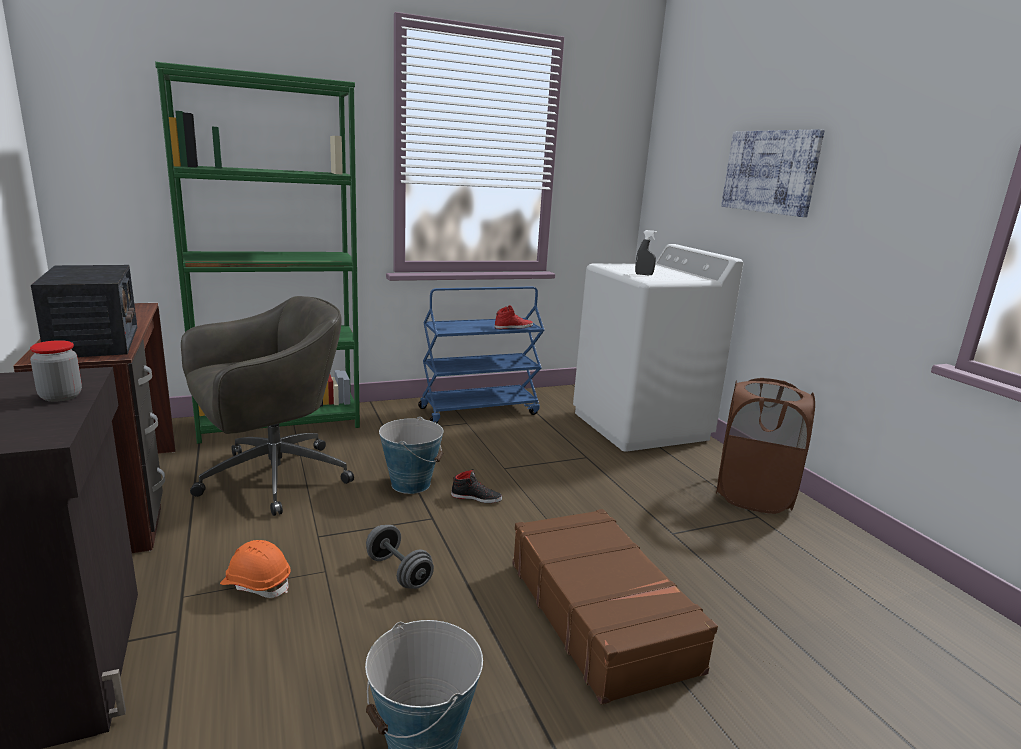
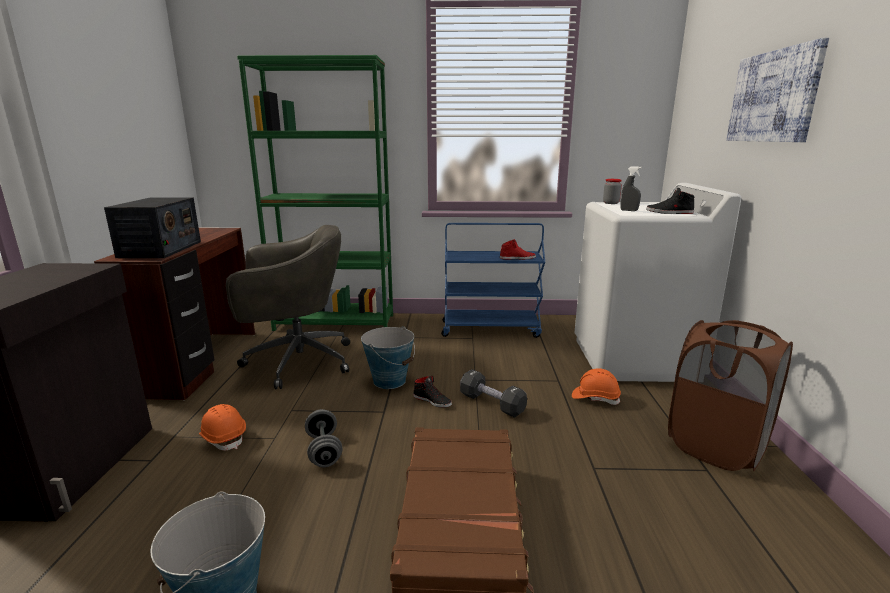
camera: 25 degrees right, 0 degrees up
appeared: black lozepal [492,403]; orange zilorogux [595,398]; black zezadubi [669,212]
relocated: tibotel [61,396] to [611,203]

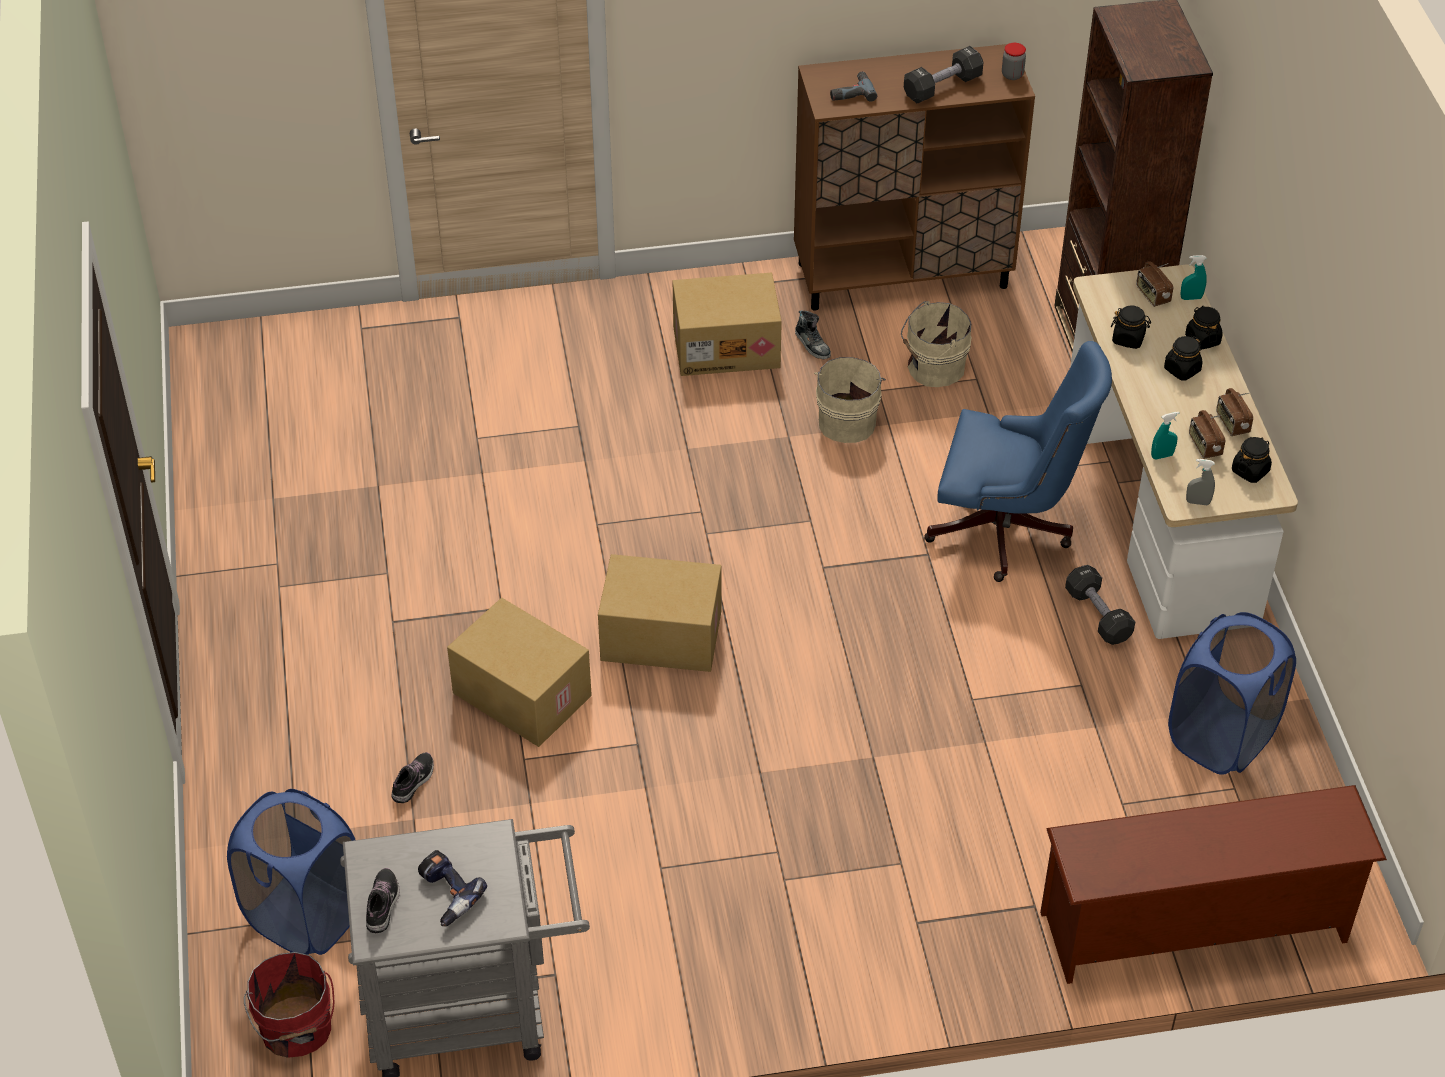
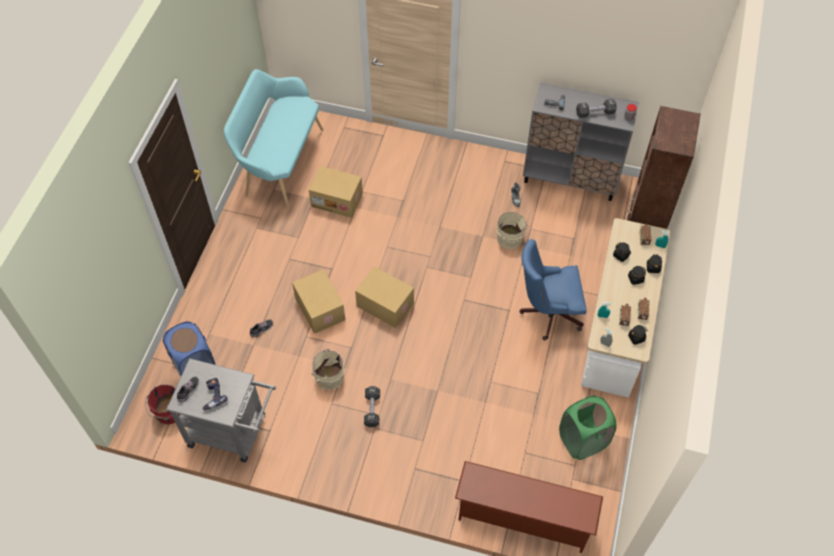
camera: 25 degrees right, 10 degrees up
appeared: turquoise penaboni [280,163]
relocated: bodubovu [727,346] to [337,199]; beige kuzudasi [933,368] to [328,377]; black lozepal [1098,615] to [372,409]
colour: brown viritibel [903,275] to grey viritibel [570,179]; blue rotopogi [1221,737] to green rotopogi [582,440]
spun: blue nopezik [1007,531] = [547,312] 135 degrees clockwise

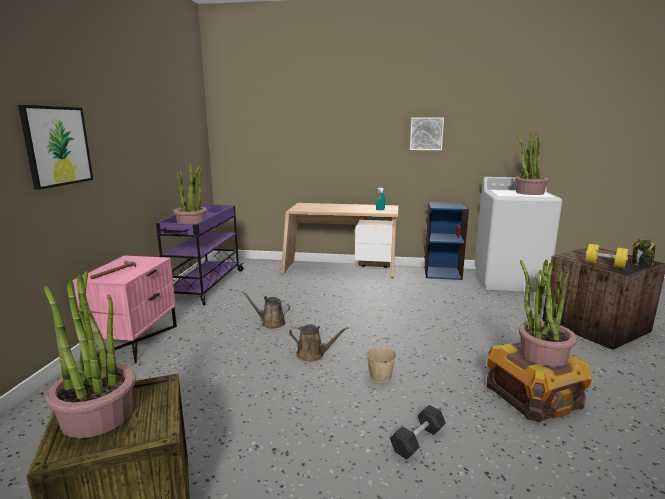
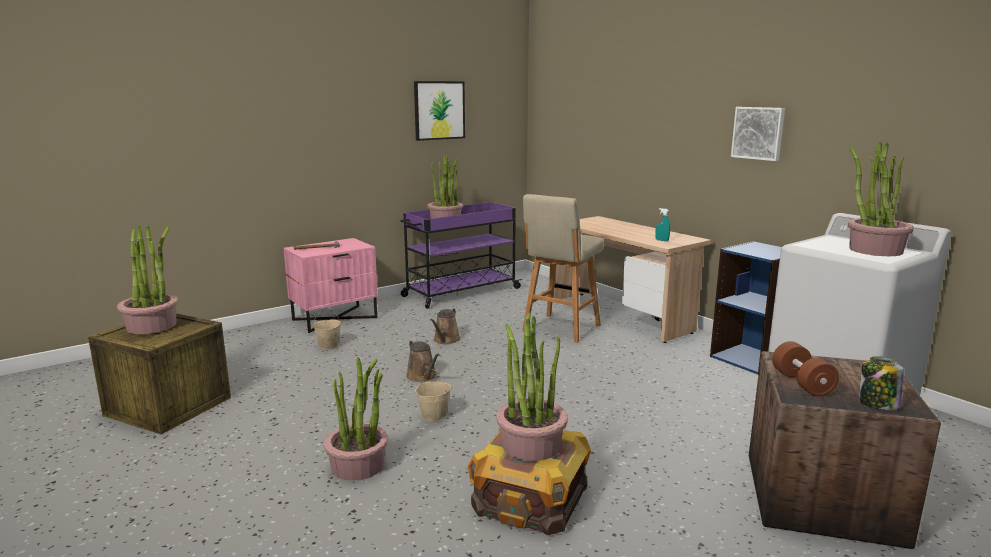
camera: 45 degrees right, 0 degrees up
appeared: beige kuzudasi [328,346]; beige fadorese [560,329]
relocated: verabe [57,146] to [439,110]
exchanged: grey lozepal [417,440] to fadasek [358,465]
colour: yellow lozepal [604,264] to brown lozepal [802,383]
spun: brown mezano [271,323] = [445,340] 135 degrees counterclockwise

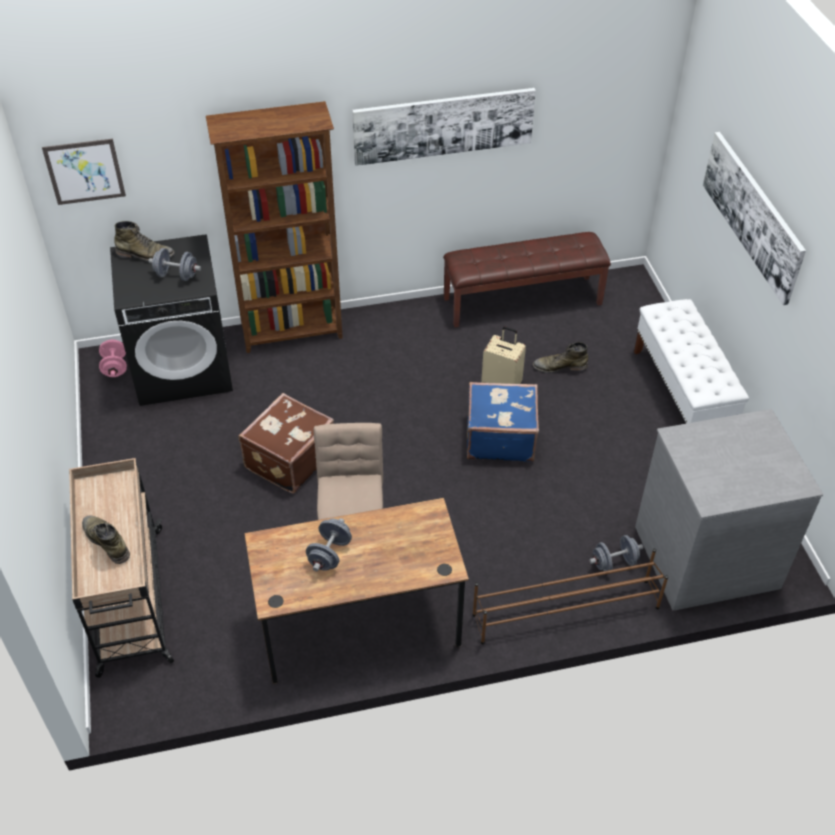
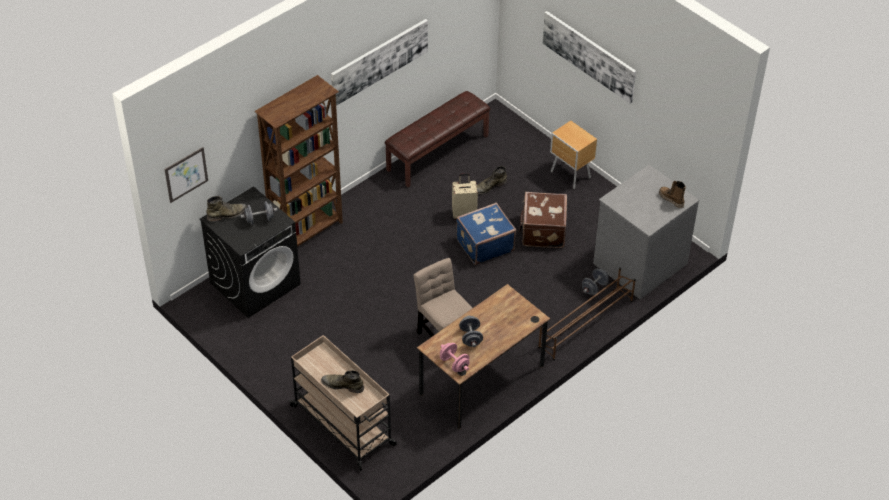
camera: 30 degrees left, 0 degrees up
appeared: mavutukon [671,200]
relocated: pink lozepal [115,367] to [454,364]; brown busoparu [288,459] to [542,231]
exchanged: white penaboni [681,394] to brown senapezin [570,175]

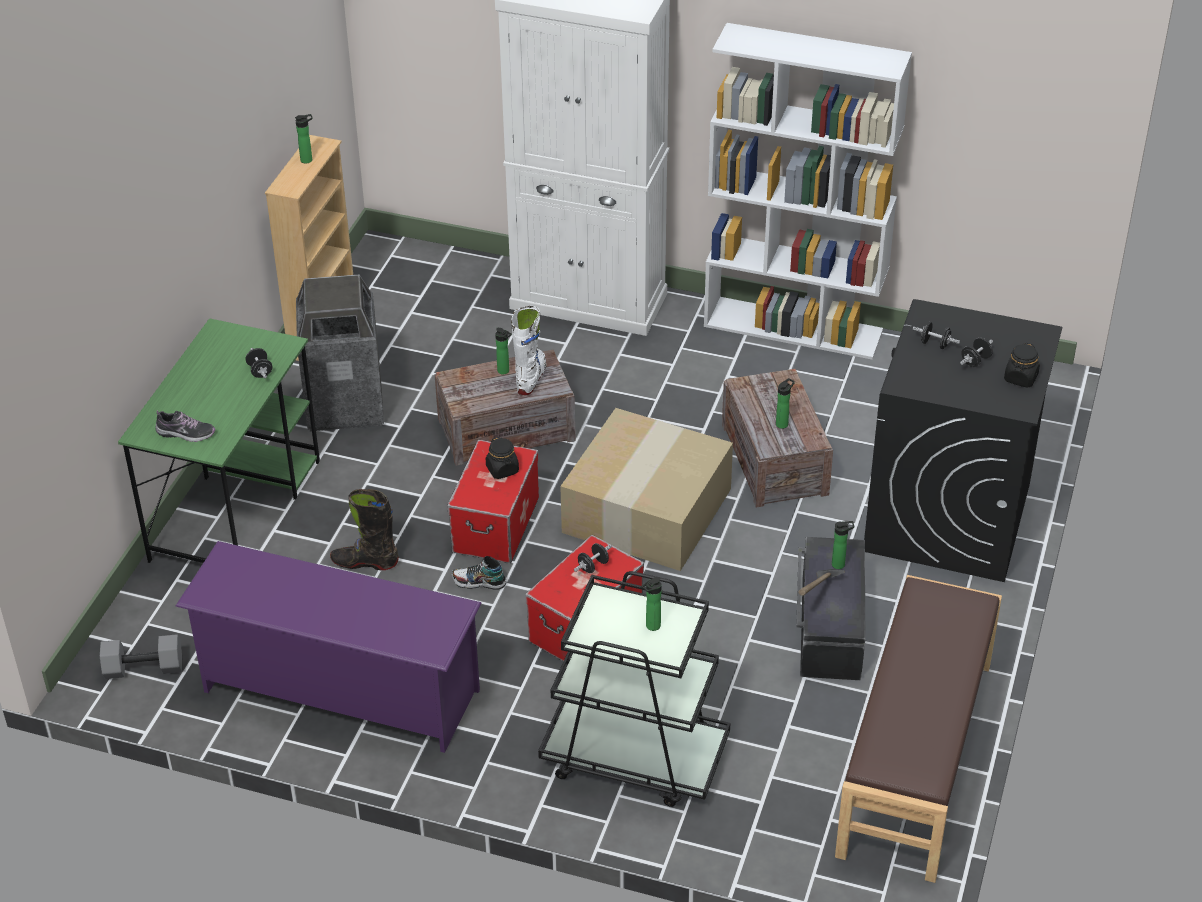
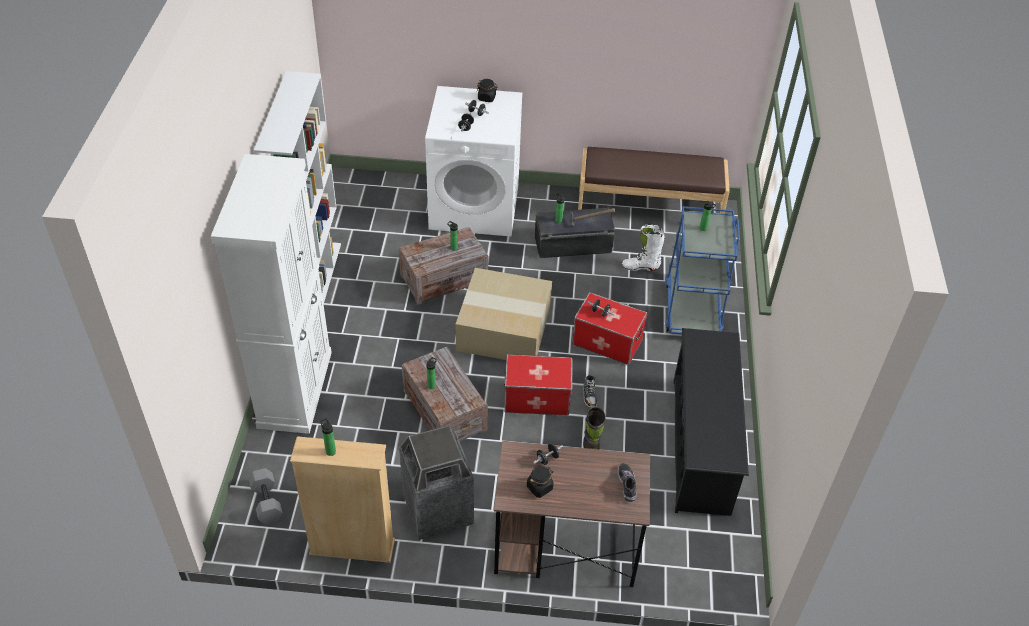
camera: 105 degrees left, 5 degrees up
relocated: grey lozepal [144,667] to [266,502]; black tibotel [502,470] to [539,487]; white mavutukon [531,377] to [640,267]
colour: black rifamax [948,518] to white rifamax [475,207]; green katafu [236,509] to brown katafu [564,547]; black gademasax [633,757] to blue gademasax [692,308]; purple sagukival [339,690] to black sagukival [701,445]

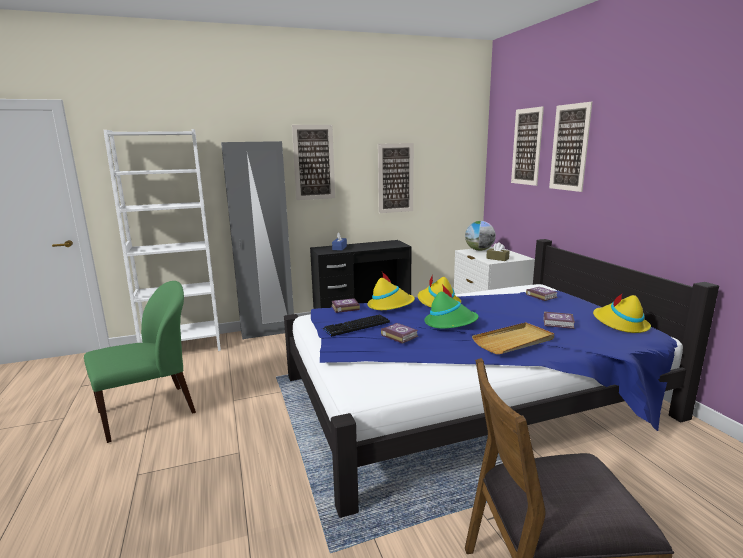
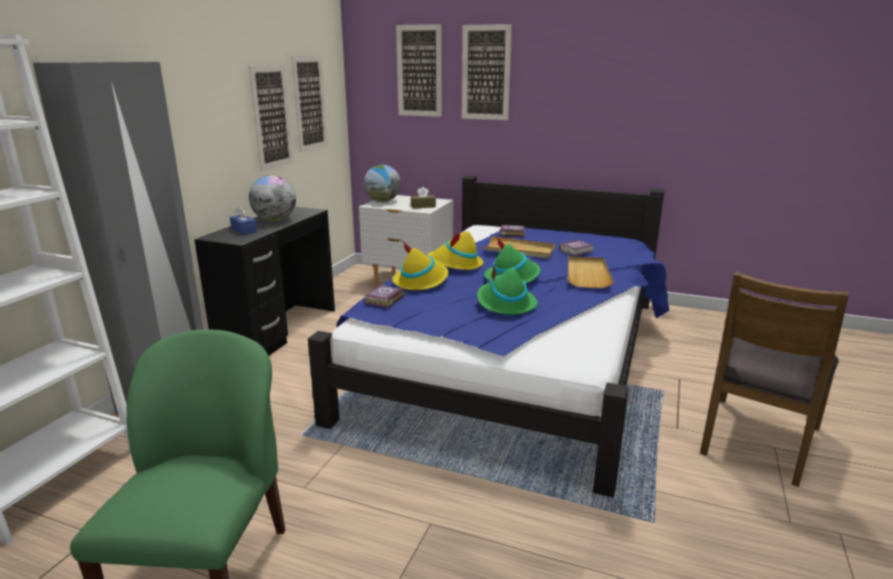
camera: 50 degrees left, 5 degrees up
missing: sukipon [356,326]; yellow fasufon [619,324]
appeared: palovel [274,220]; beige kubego [519,250]
relocated: verabe [314,162] to [309,103]
exchanged: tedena [399,335] to green fasufon [505,303]

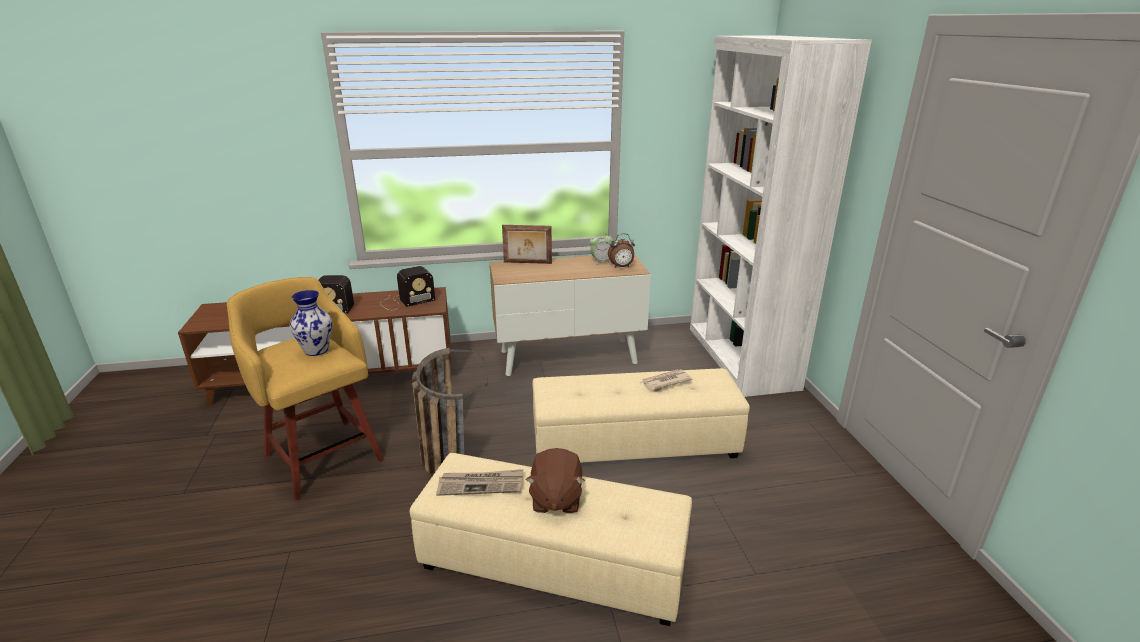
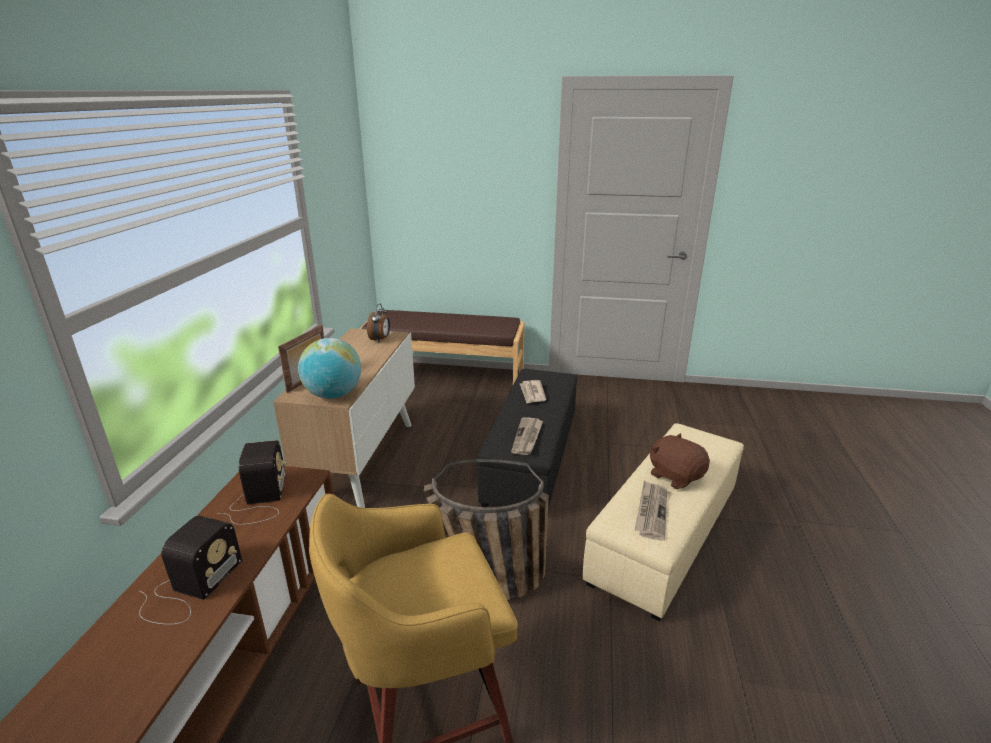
camera: 70 degrees left, 0 degrees up
missing: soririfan [316,350]; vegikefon [601,262]
appeared: palovel [333,395]; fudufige [527,437]
exchanged: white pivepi [740,357] to brown penaboni [444,378]
colour: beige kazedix [634,443] to black kazedix [531,458]
spun: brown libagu [555,498] = [675,476] 150 degrees counterclockwise

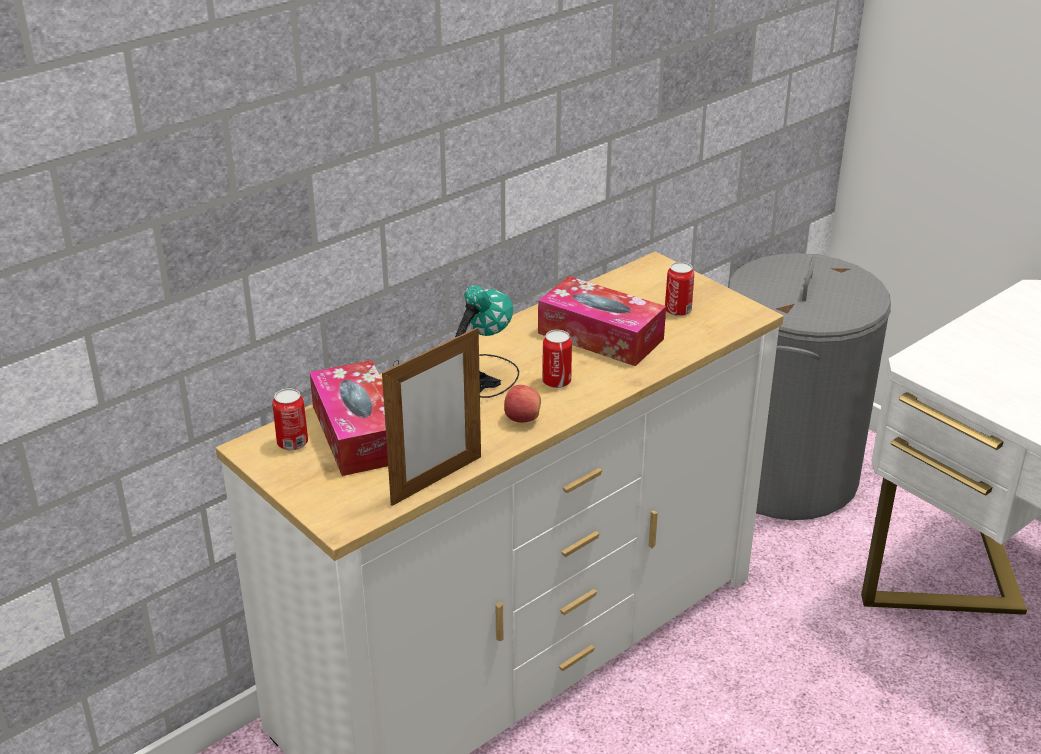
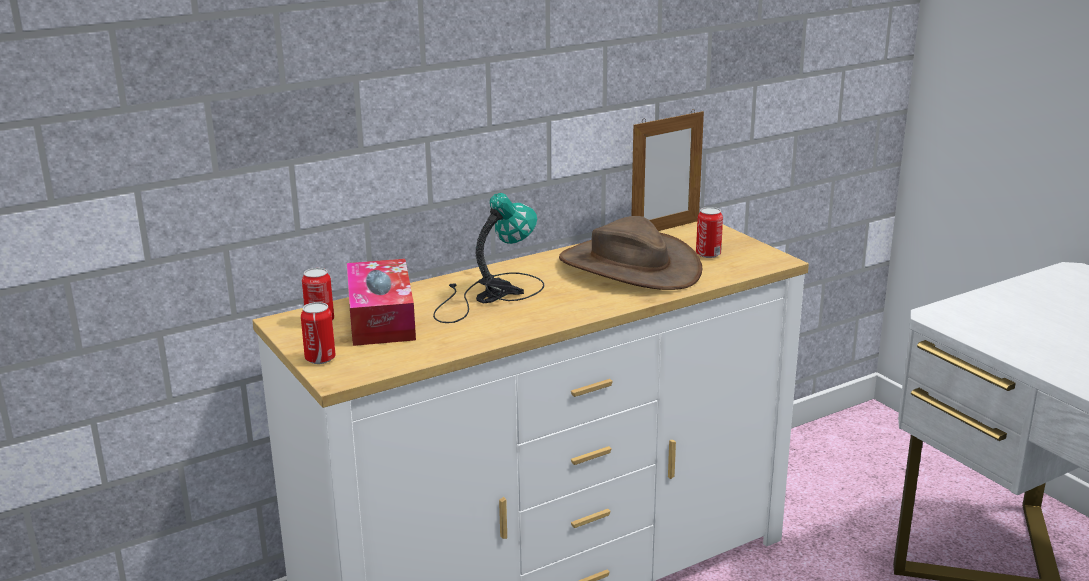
camera: 10 degrees right, 10 degrees down
missing: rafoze [522,418]; grey rotopogi [783,475]
relocated: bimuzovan [556,381] to [320,358]; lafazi [436,480] to [665,229]
exchanged: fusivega [600,336] to brown fasufon [629,267]

